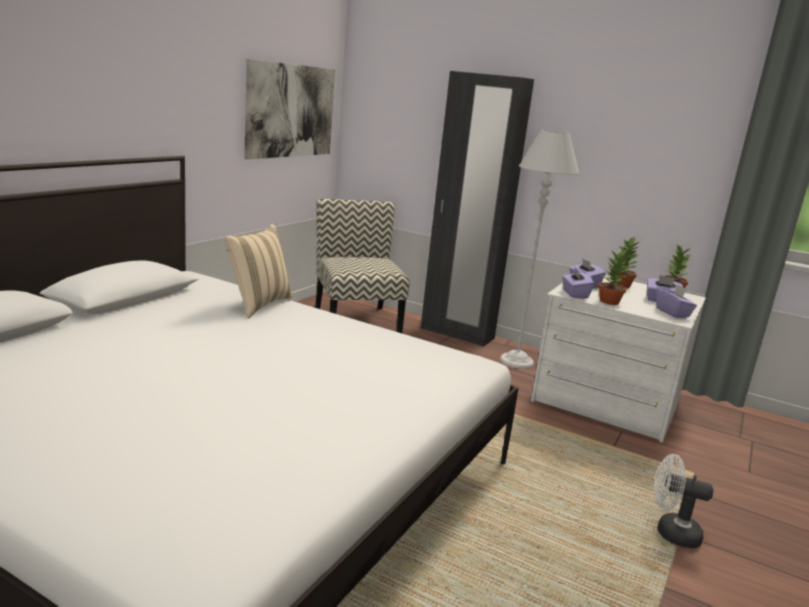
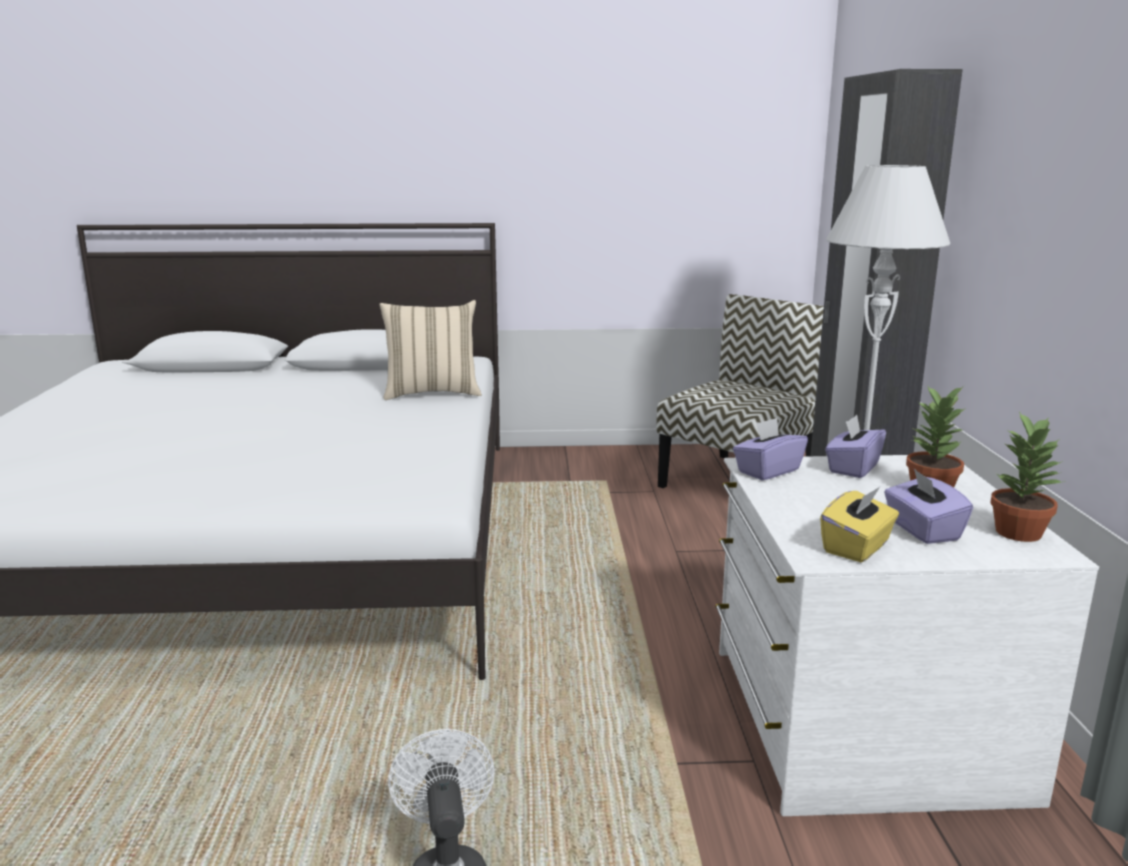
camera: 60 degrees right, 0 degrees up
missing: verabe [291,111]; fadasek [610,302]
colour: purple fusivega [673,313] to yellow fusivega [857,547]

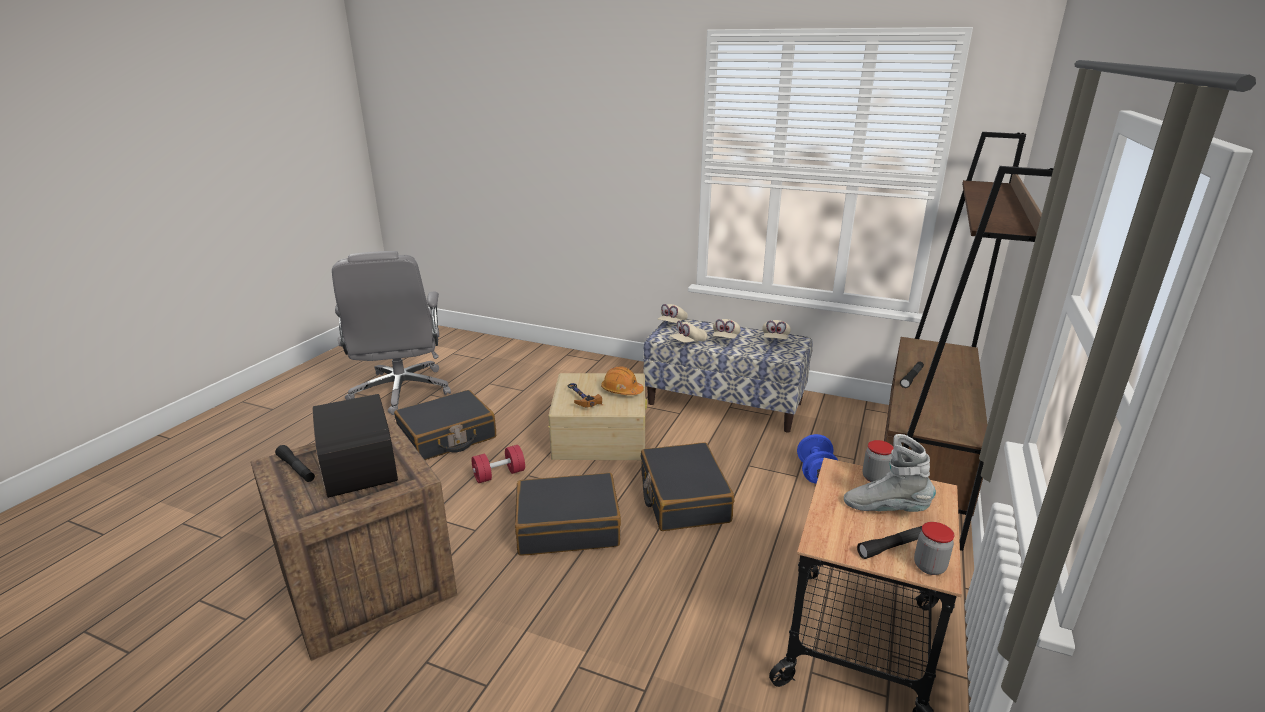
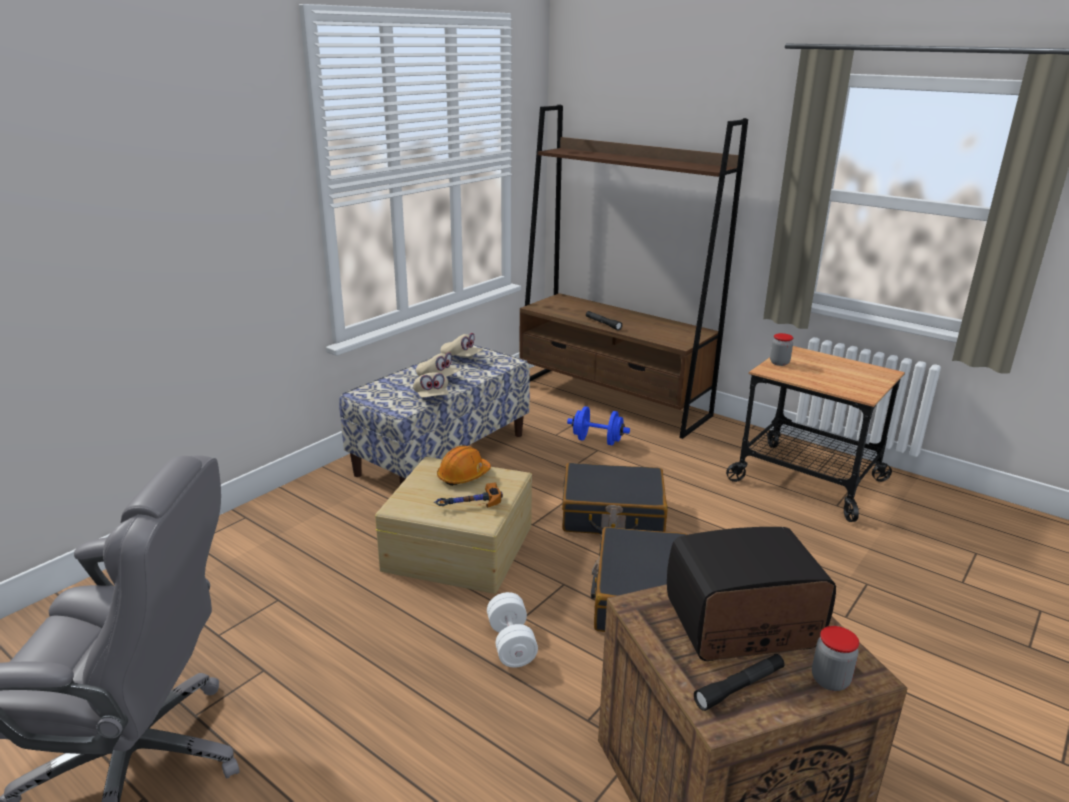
camera: 75 degrees left, 0 degrees up
missing: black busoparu [447,437]; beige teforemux [672,323]; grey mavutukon [885,509]; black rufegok [894,546]
relocated: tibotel [929,566] to [830,680]
colour: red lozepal [499,474] to white lozepal [511,643]

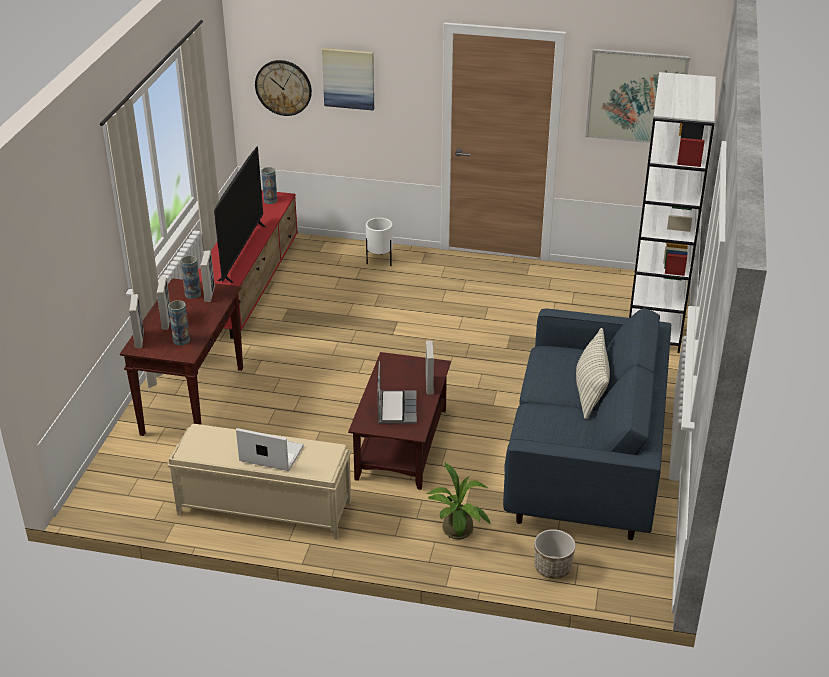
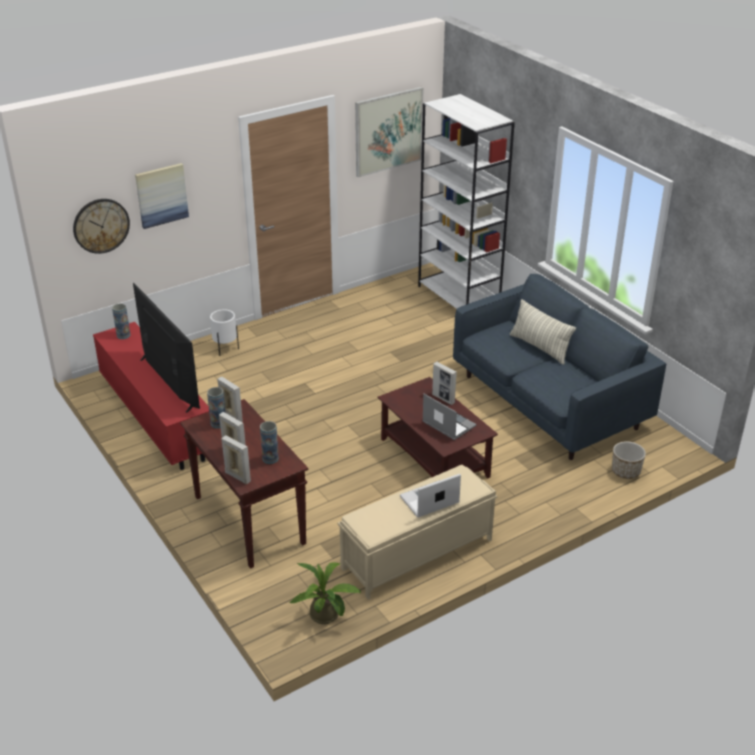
camera: 45 degrees left, 0 degrees up
relocated: fadasek [458,533] to [327,616]

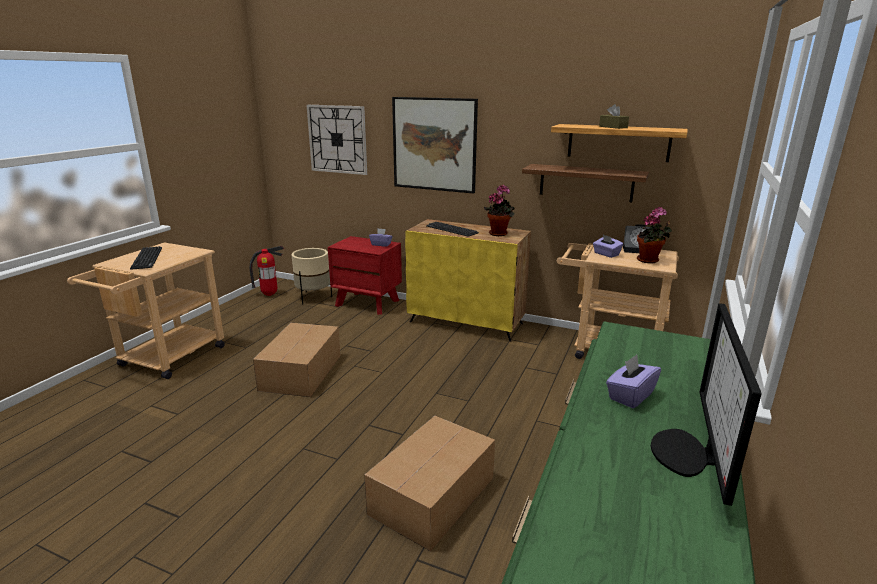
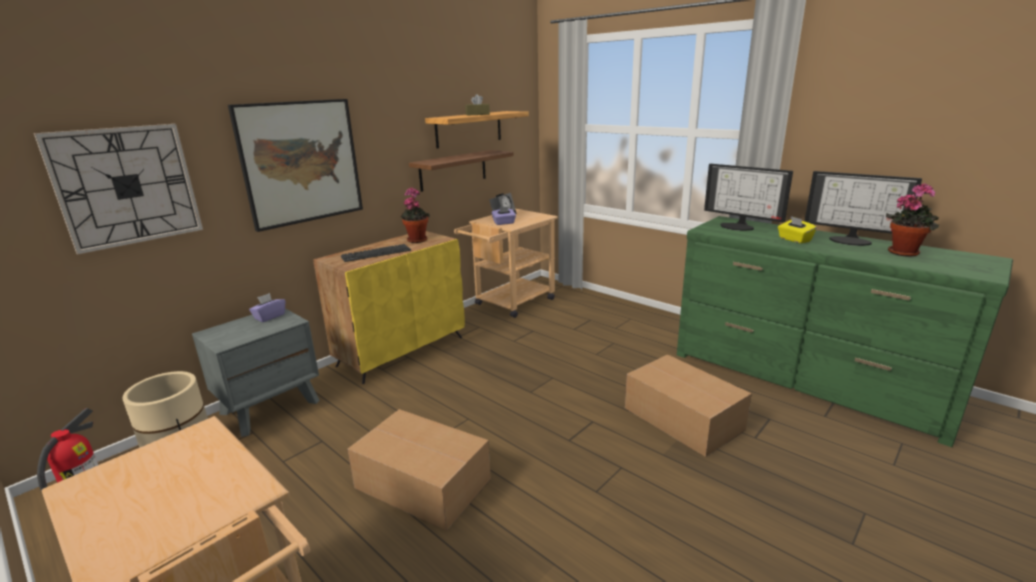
camera: 70 degrees left, 0 degrees up
missing: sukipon [147,258]
appeared: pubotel [738,226]
relocated: fadasek [649,261] to [905,252]
colour: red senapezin [368,303] to grey senapezin [271,407]; purple fusivega [630,395] to yellow fusivega [794,240]

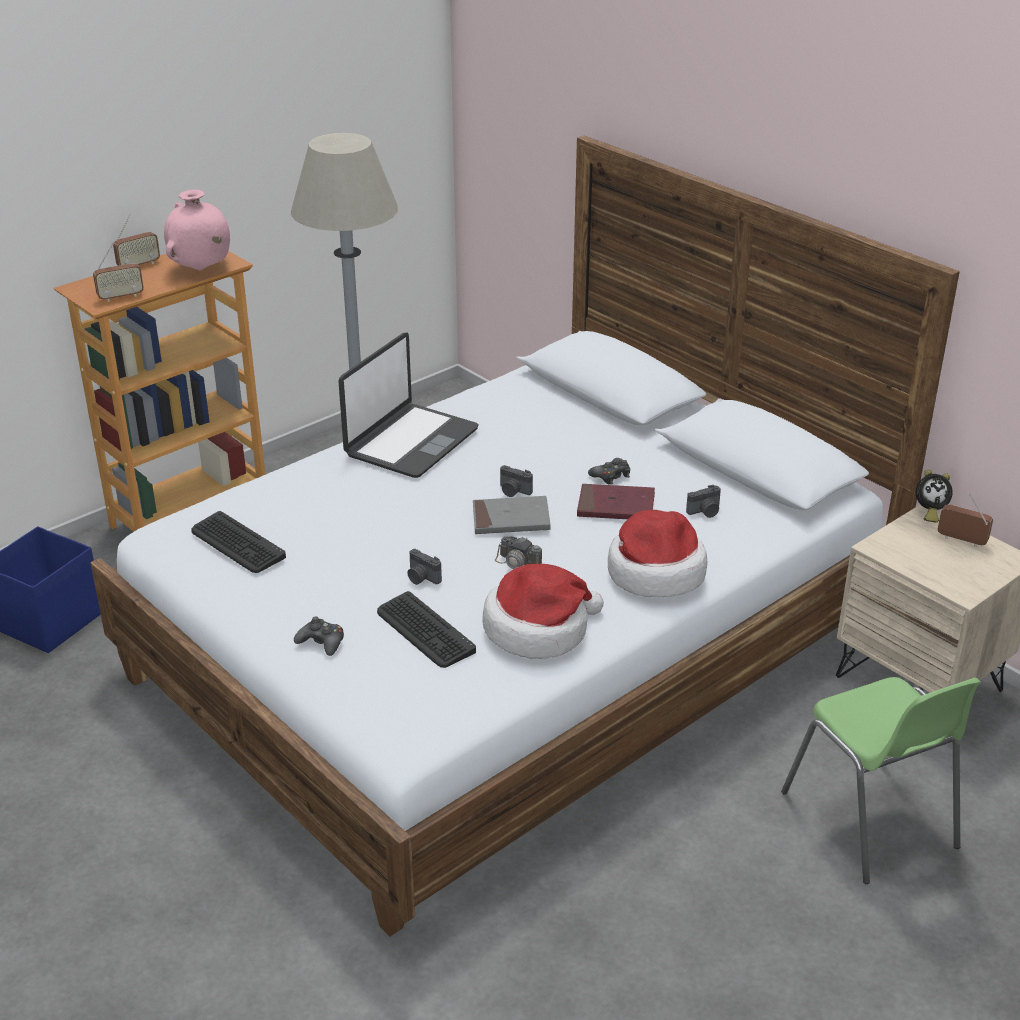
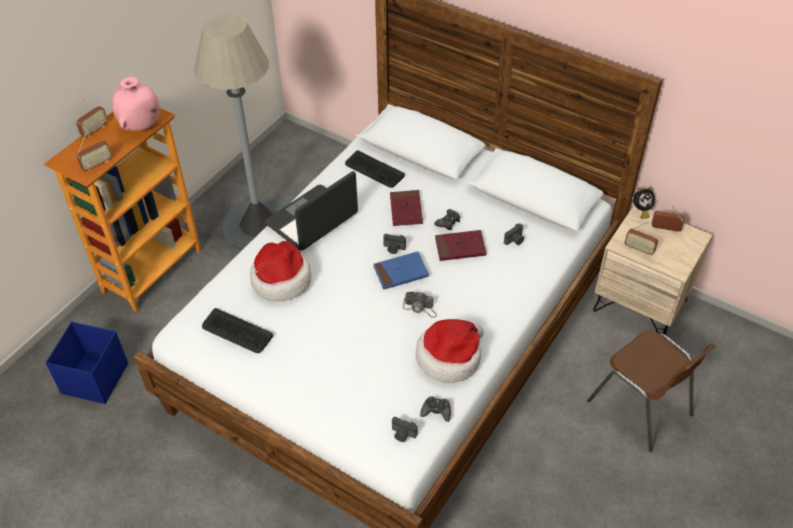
camera: 15 degrees left, 15 degrees up
appeared: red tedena [406,210]; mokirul [639,249]
relocated: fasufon [654,572] to [280,279]; sukipon [424,631] to [374,170]; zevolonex [422,578] to [402,434]; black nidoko [321,642] to [436,411]
colour: grey tedena [511,519] to blue tedena [401,272]; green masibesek [870,821] to brown masibesek [641,408]
spun: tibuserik [410,442] = [312,220] 150 degrees counterclockwise

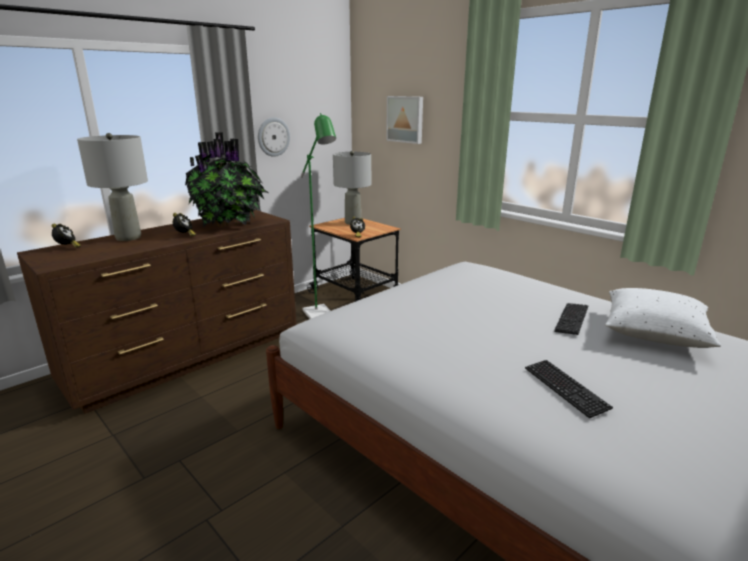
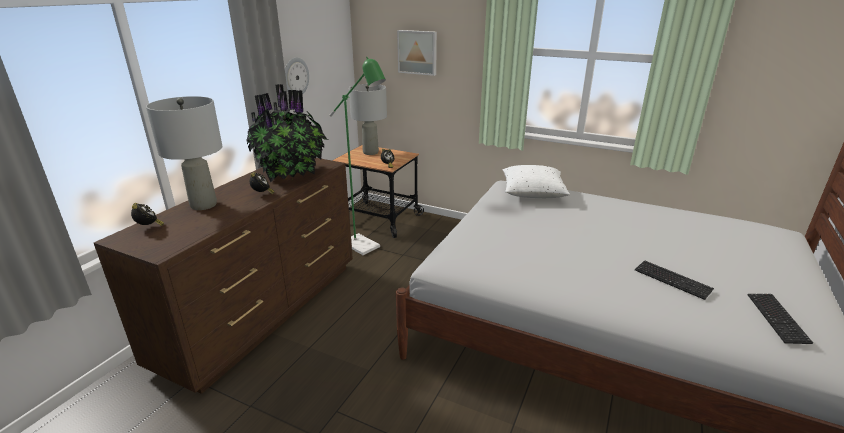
camera: 20 degrees left, 5 degrees up
relocated: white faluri [654,334] to [532,193]; sukipon [571,320] to [777,319]

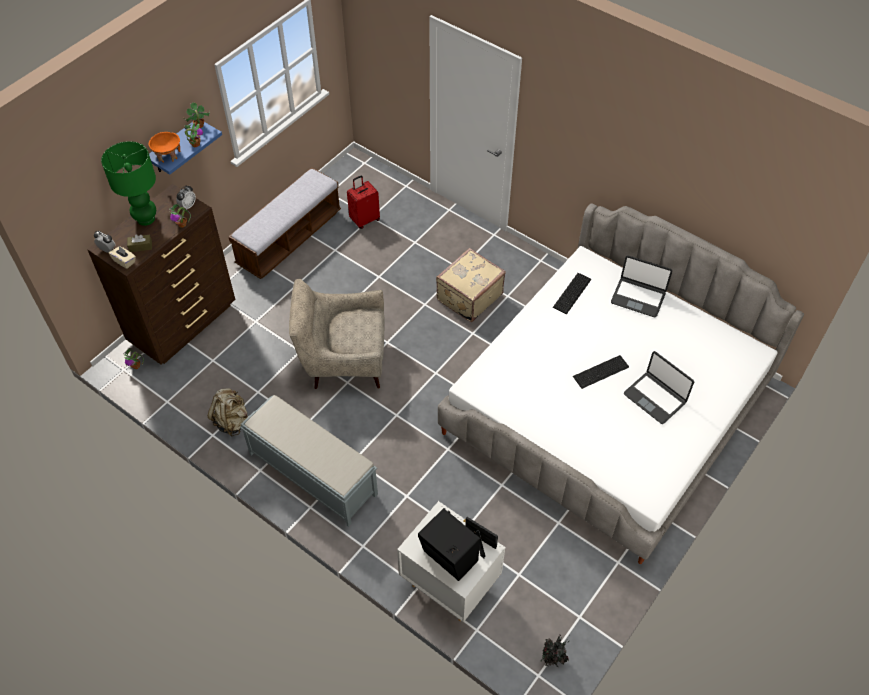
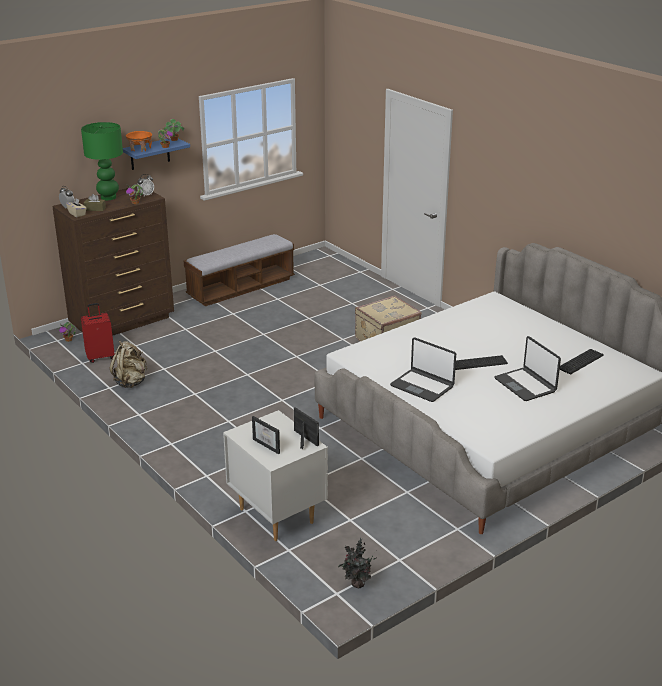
camera: 15 degrees right, 25 degrees down
missing: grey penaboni [312,473]; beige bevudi [343,360]
relocated: red busoparu [364,219] to [100,357]; tibuserik [638,297] to [422,386]; sukipon [573,293] to [581,362]
exchanged: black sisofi [449,558] to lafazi [269,445]

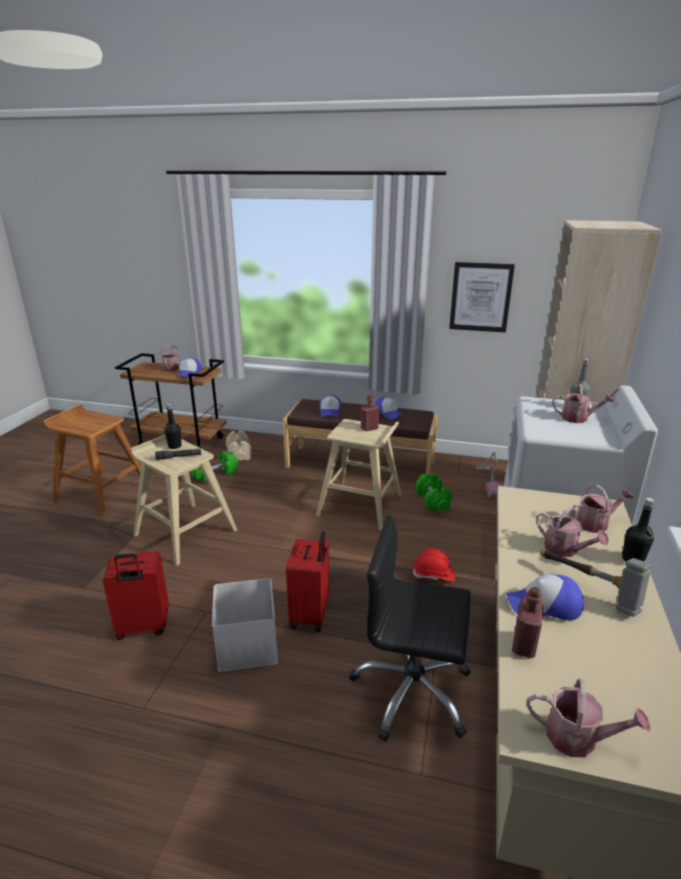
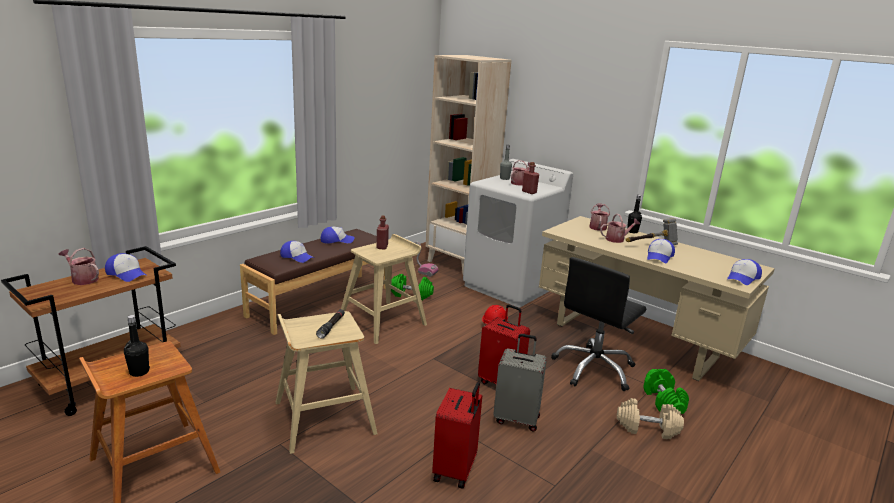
camera: 65 degrees left, 5 degrees down
missing: verabe [480,297]
relocated: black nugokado [175,446] to [139,372]; red nugokado [524,645] to [529,192]; beige lozepal [239,454] to [647,428]; green lozepal [215,474] to [663,401]
exchanged: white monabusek [248,646] to grey busoparu [517,418]; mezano [578,738] to teforemux [743,278]

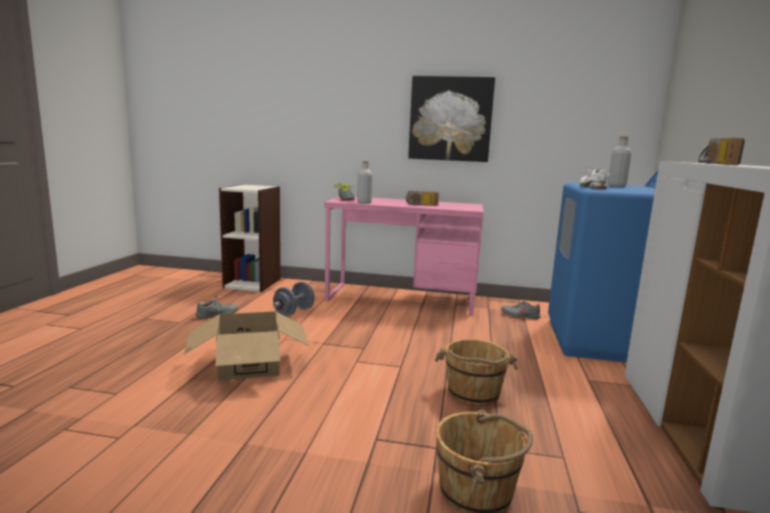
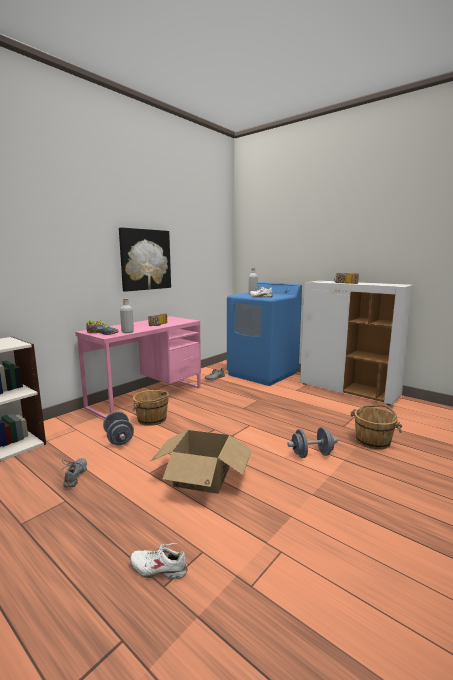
camera: 60 degrees left, 0 degrees up
appeared: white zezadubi [159,568]; grey lozepal [311,454]
relocated: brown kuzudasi [473,393] to [152,419]

